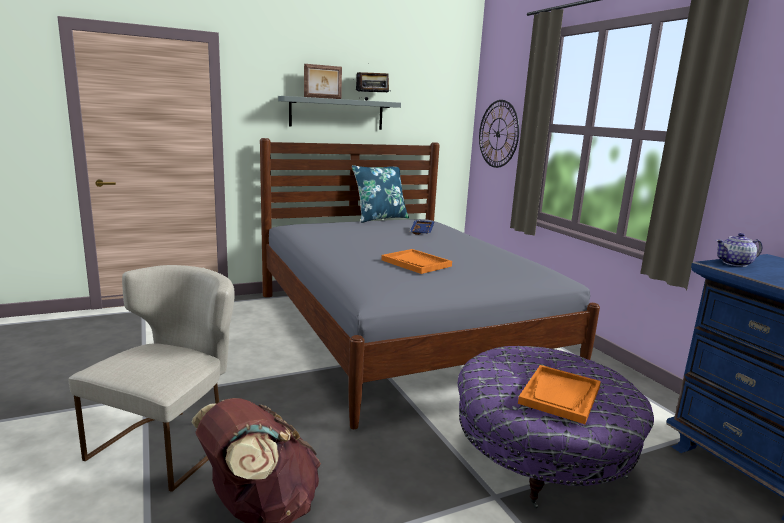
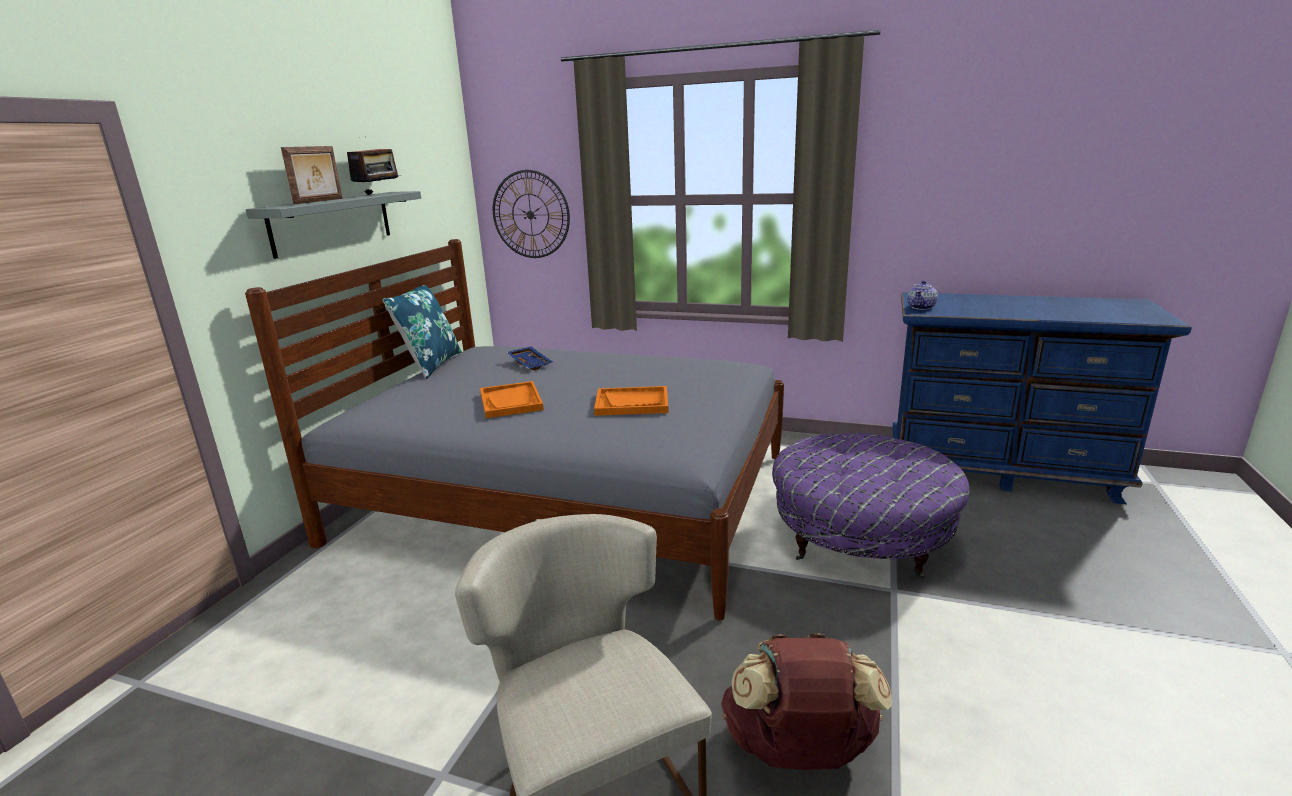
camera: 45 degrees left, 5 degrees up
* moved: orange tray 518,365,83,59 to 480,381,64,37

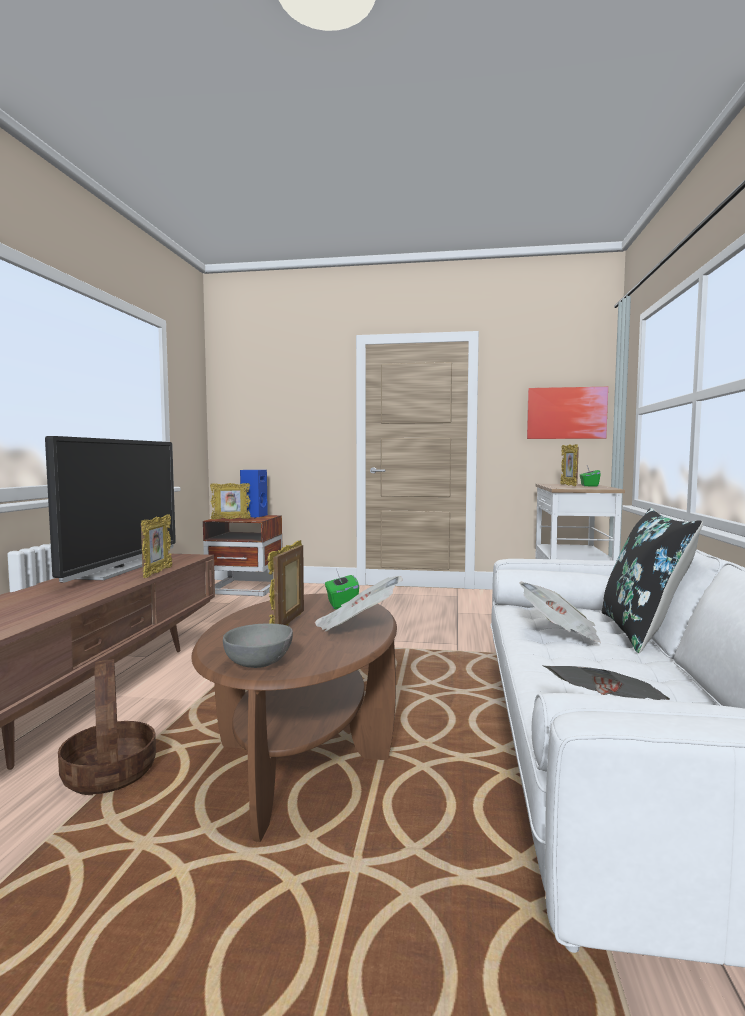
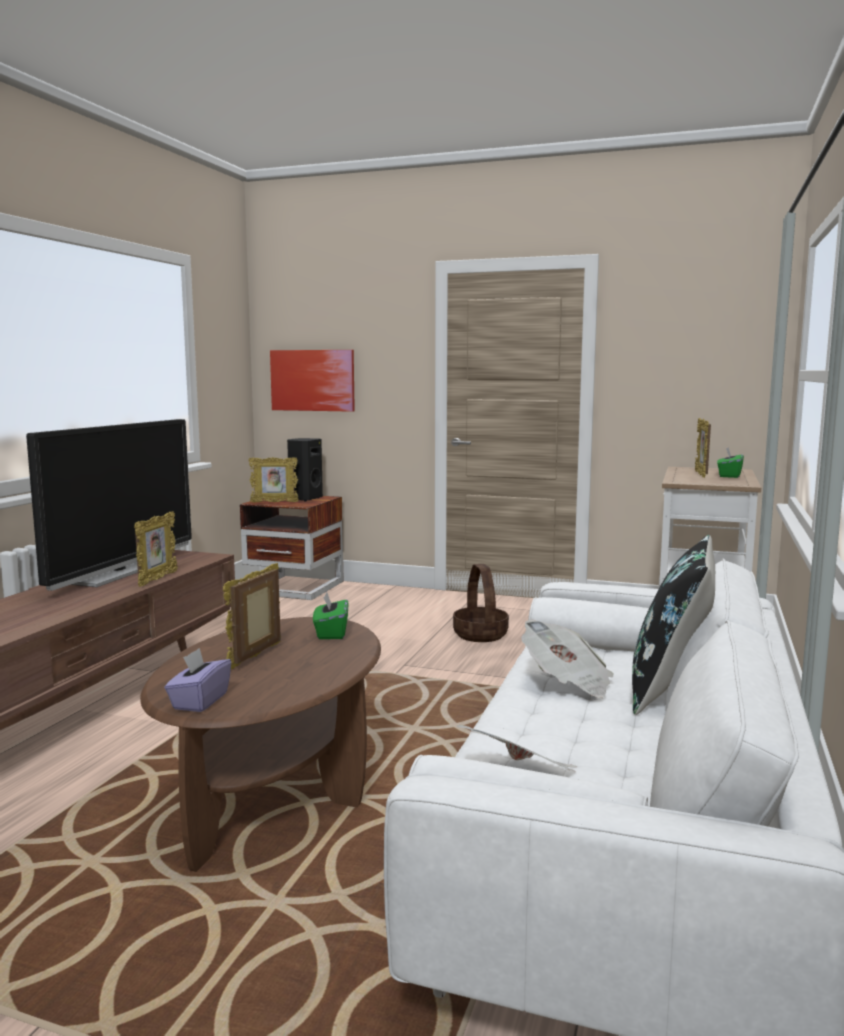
camera: 10 degrees right, 5 degrees up
* replaced: grey bowl 223,623,70,45 to purple tissue box 165,648,66,64
* moved: picture 527,387,81,52 to 270,350,85,62
* recoloured: blue speaker 240,470,28,48 to black speaker 287,438,36,64
* moved: basket 58,659,98,136 to 453,564,56,78
* removed: newspaper 315,576,88,55

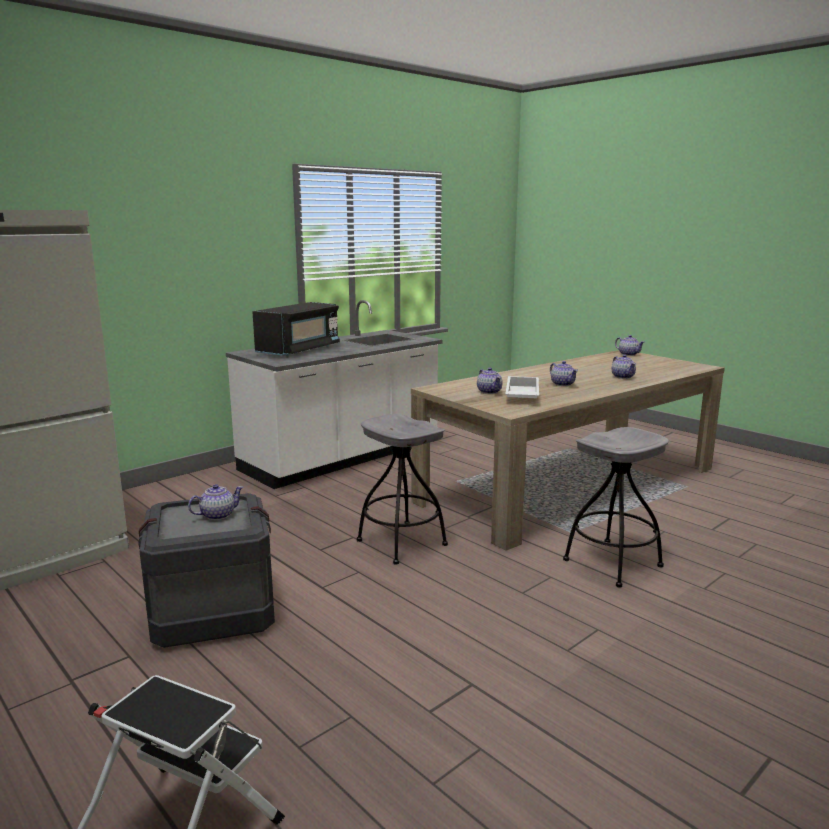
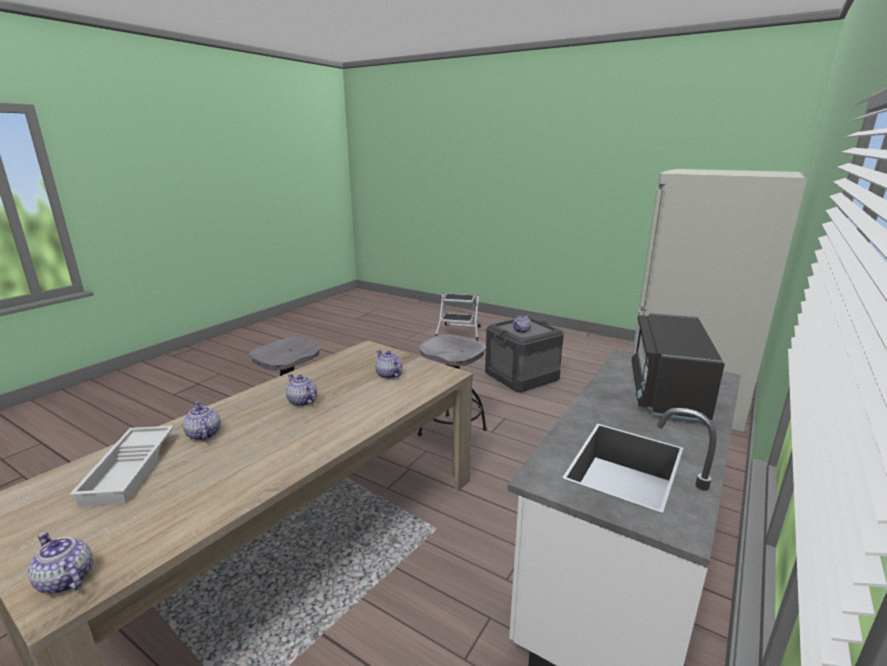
camera: 165 degrees right, 5 degrees up
* moved: white tray 505,376,34,22 to 69,426,105,80

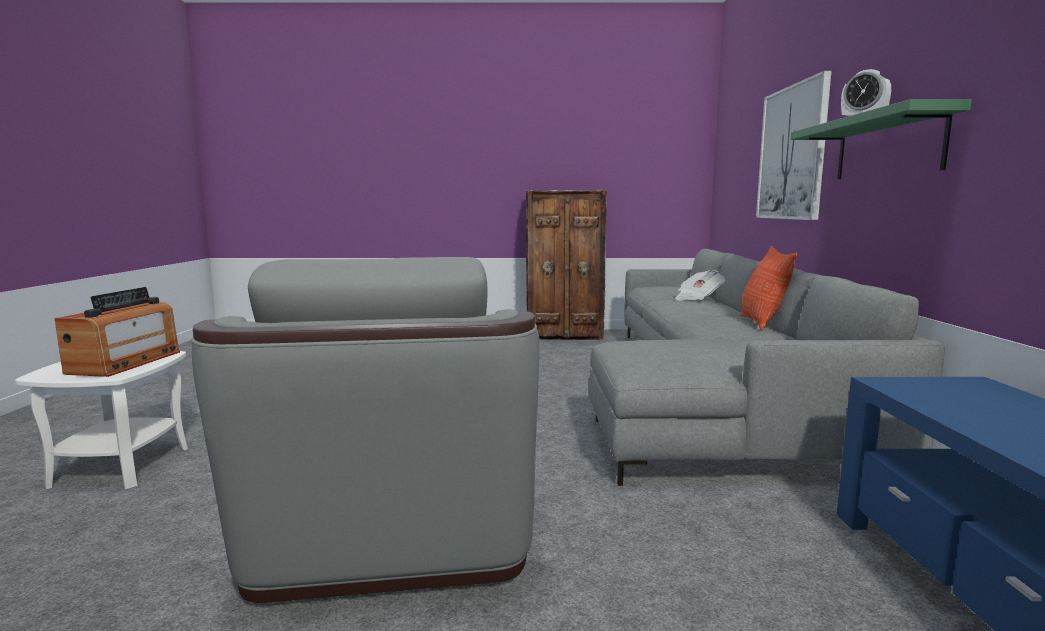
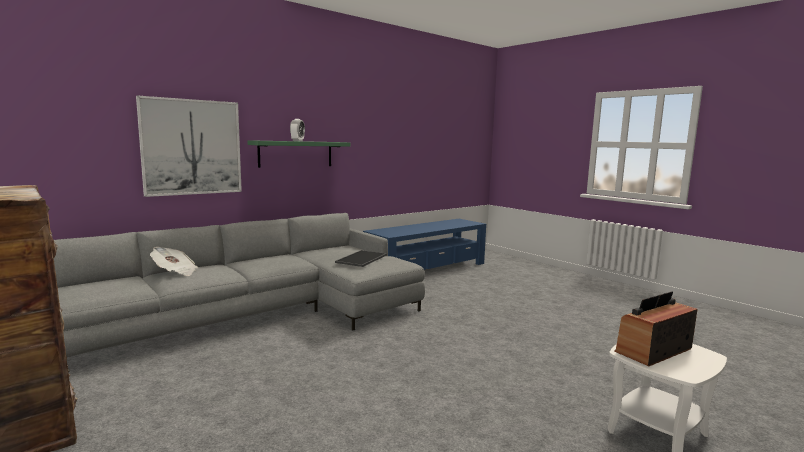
camera: 130 degrees left, 0 degrees up
* added: tray 335,250,52,17
* removed: grey armchair 191,257,349,346
* removed: orange pillow 740,246,57,84

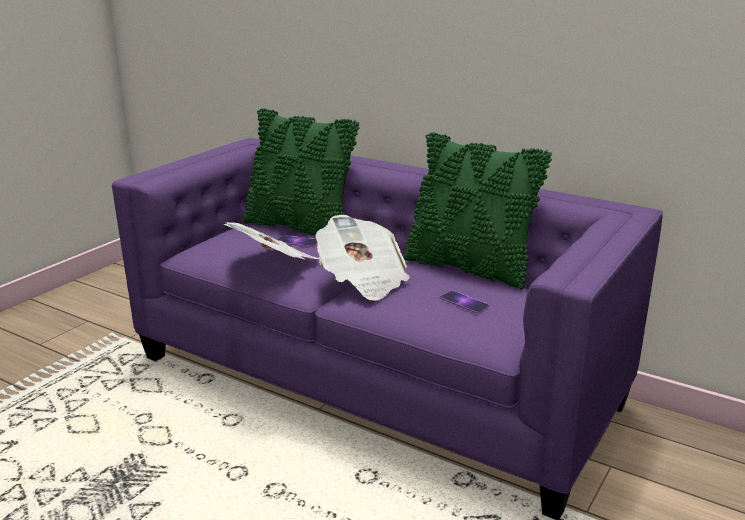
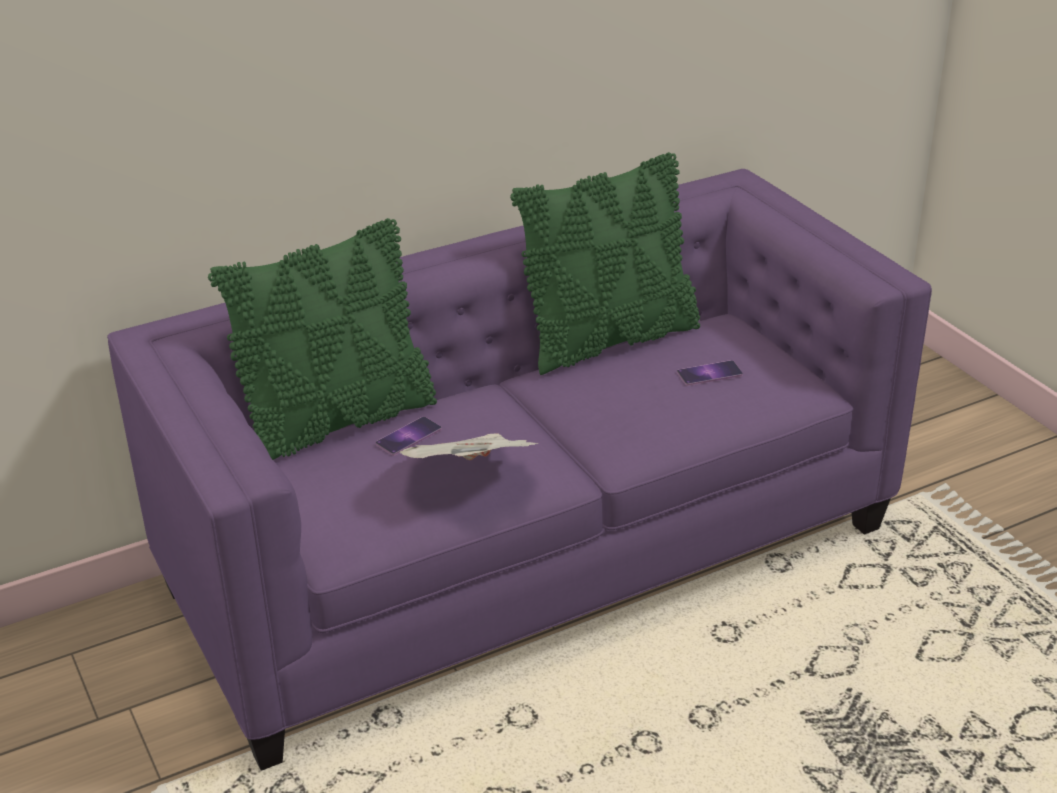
camera: 60 degrees left, 10 degrees up
* removed: newspaper 315,215,95,86

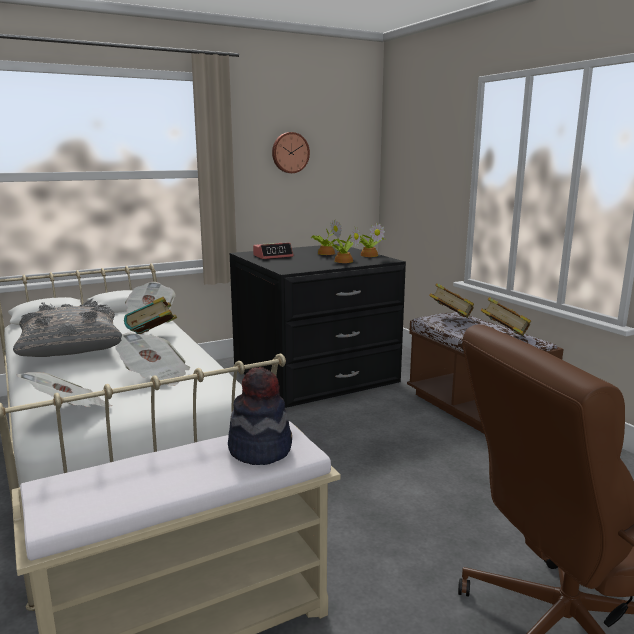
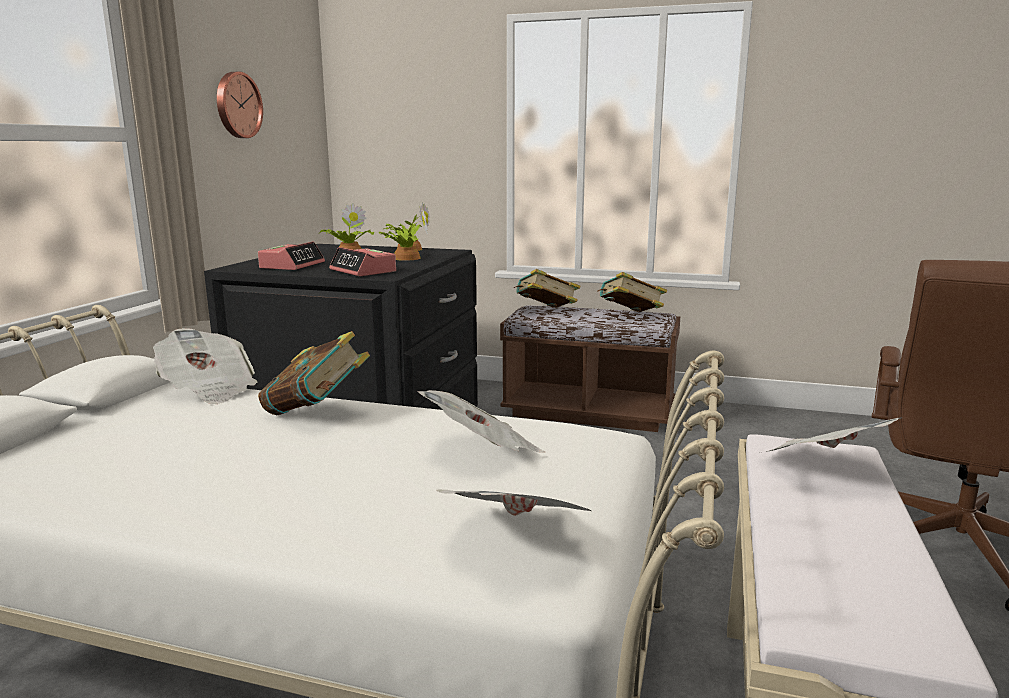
camera: 45 degrees left, 0 degrees up
* added: alarm clock 329,247,67,29
* replaced: hat 228,367,64,98 to newspaper 761,417,142,36
* removed: grey pillow 13,298,109,59

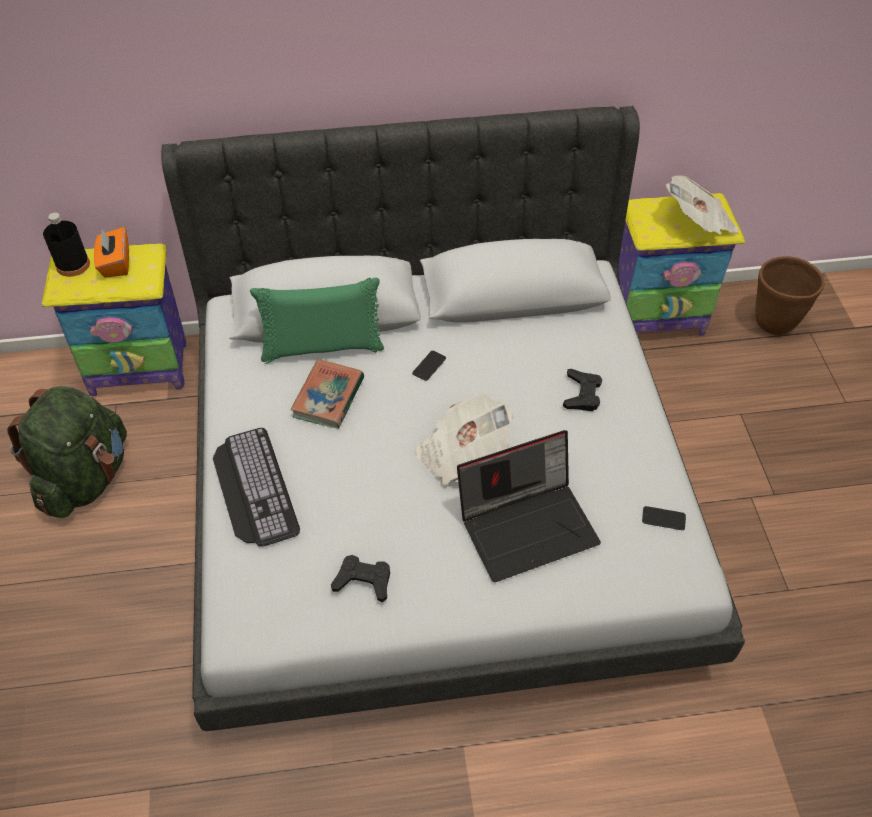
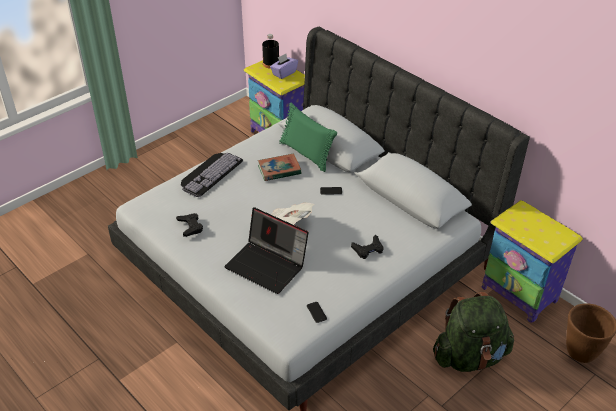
camera: 55 degrees right, 10 degrees down
* recoloured: orange tissue box 94,227,35,51 to purple tissue box 270,54,28,25
* moved: green backpack 8,386,119,132 to 433,292,81,80
* removed: newspaper 666,175,73,60

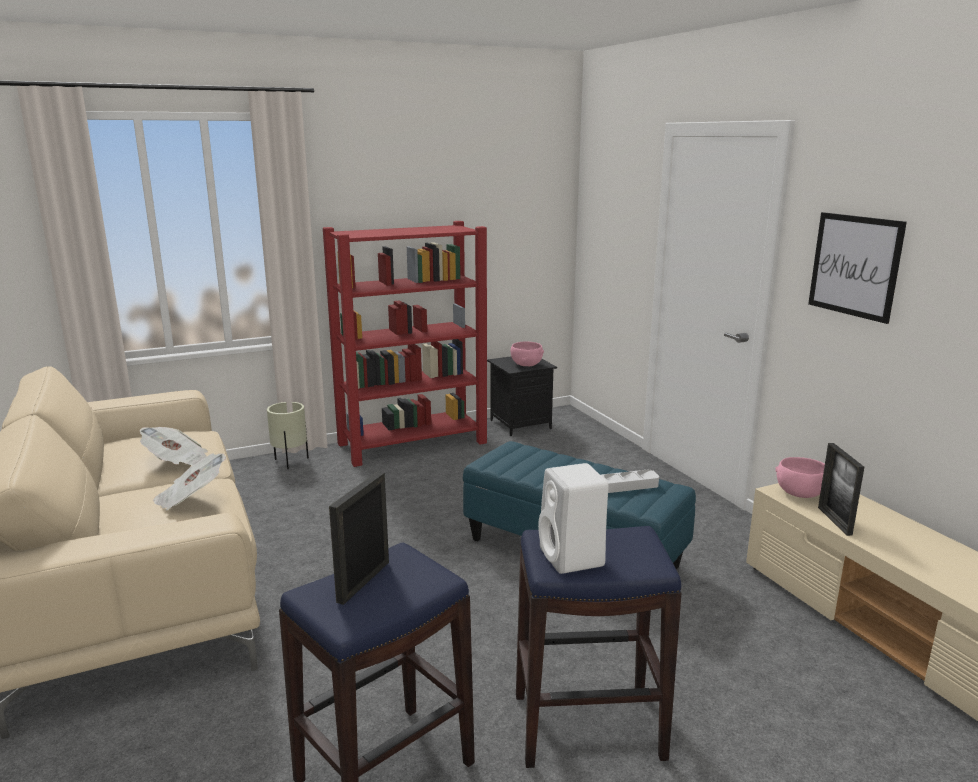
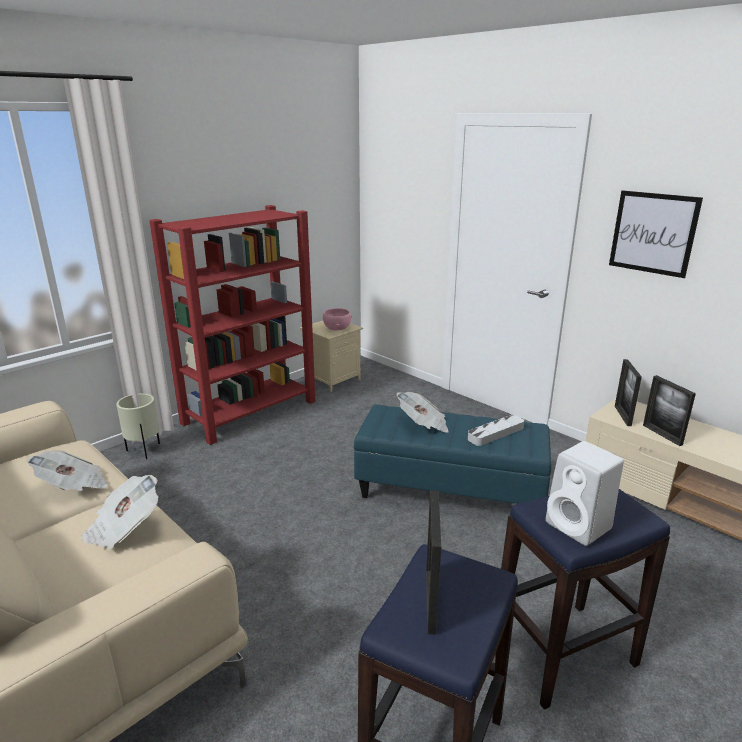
camera: 20 degrees left, 5 degrees up
* recoloured: black nightstand 487,356,70,80 to beige nightstand 299,321,64,71
* added: newspaper 397,392,51,41
* replaced: pink bowl 775,457,50,41 to picture frame 615,359,27,67

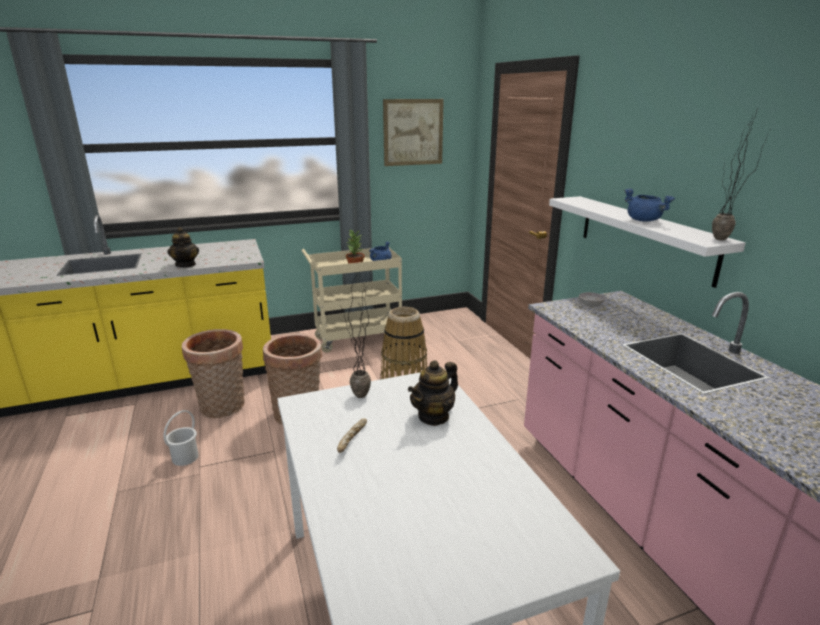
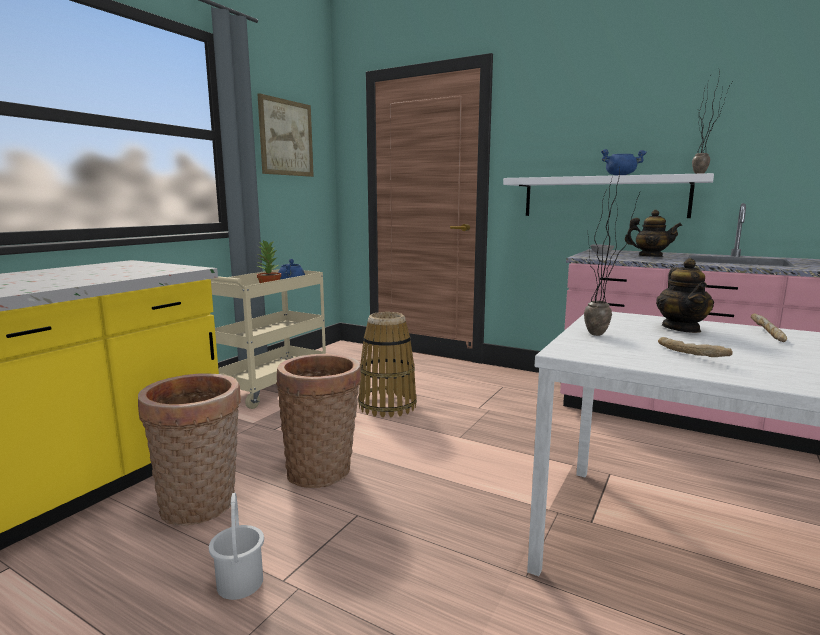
camera: 40 degrees left, 10 degrees down
* moved: teapot 167,227,32,40 to 625,210,57,47
* added: bread 751,313,36,29

